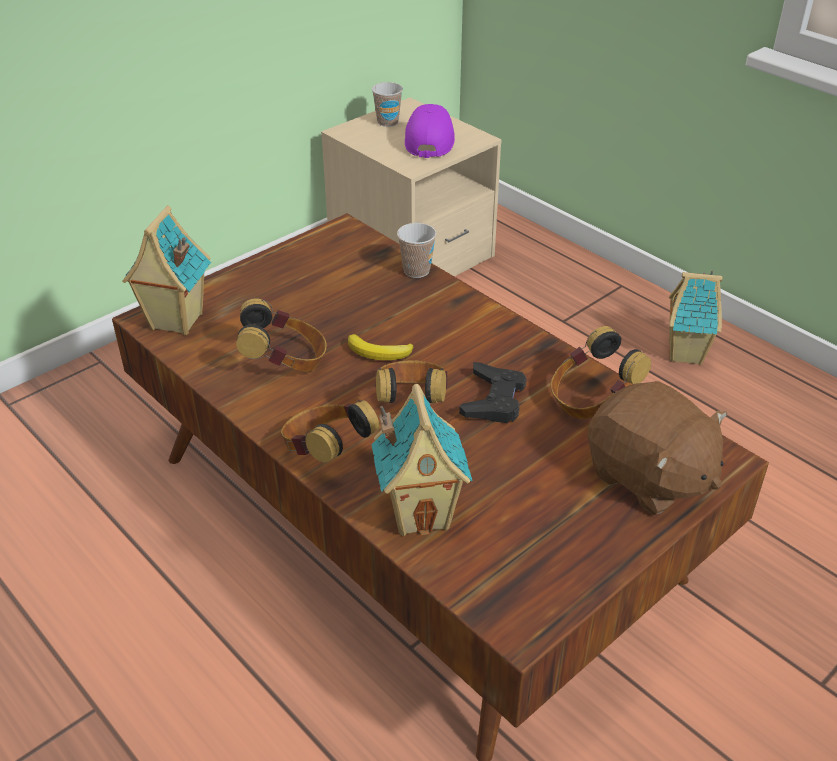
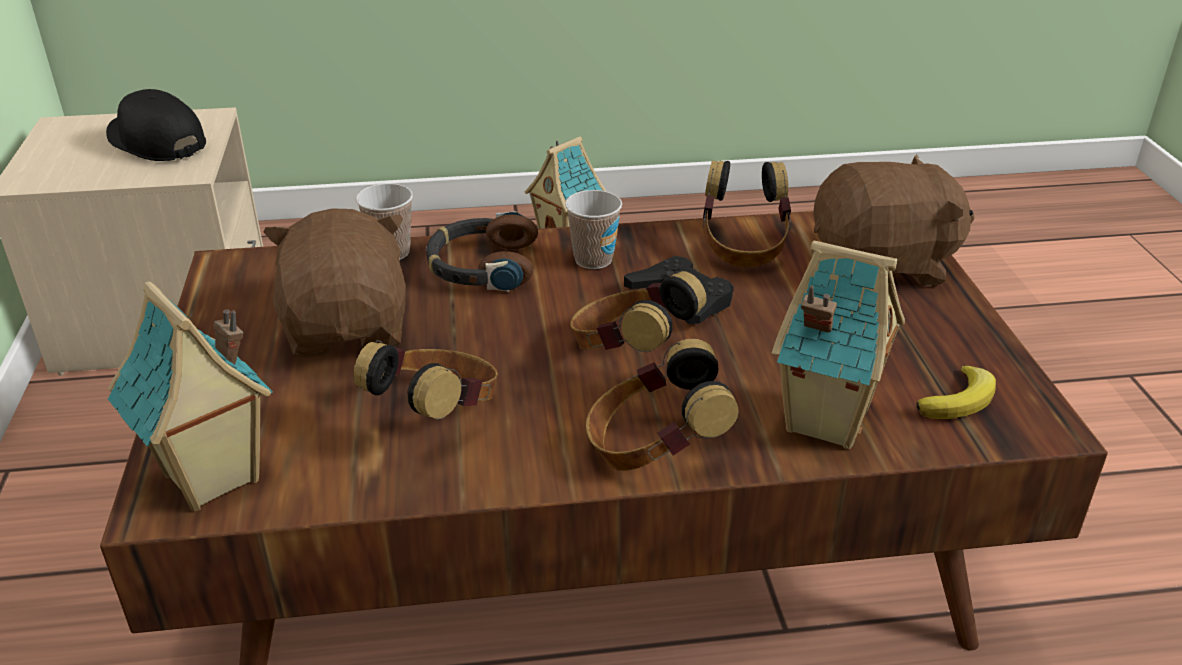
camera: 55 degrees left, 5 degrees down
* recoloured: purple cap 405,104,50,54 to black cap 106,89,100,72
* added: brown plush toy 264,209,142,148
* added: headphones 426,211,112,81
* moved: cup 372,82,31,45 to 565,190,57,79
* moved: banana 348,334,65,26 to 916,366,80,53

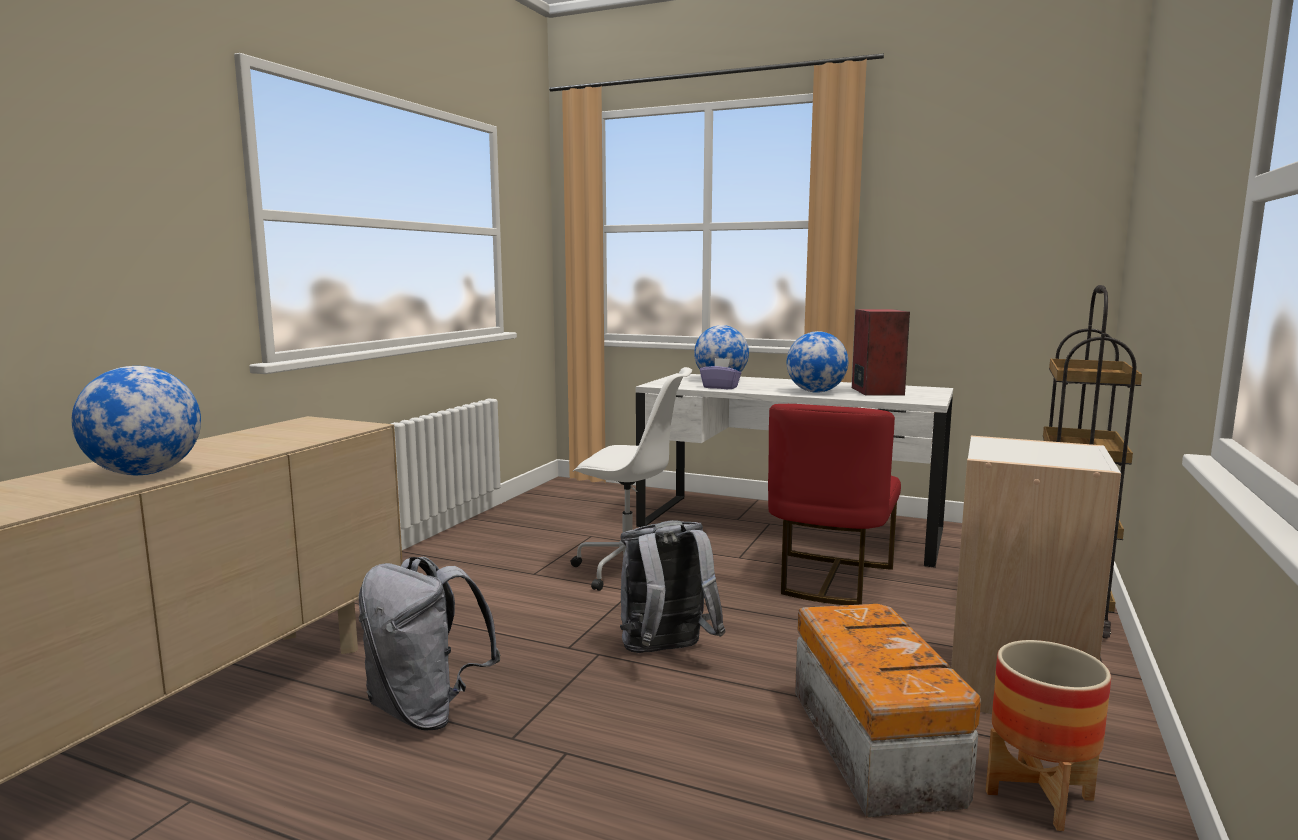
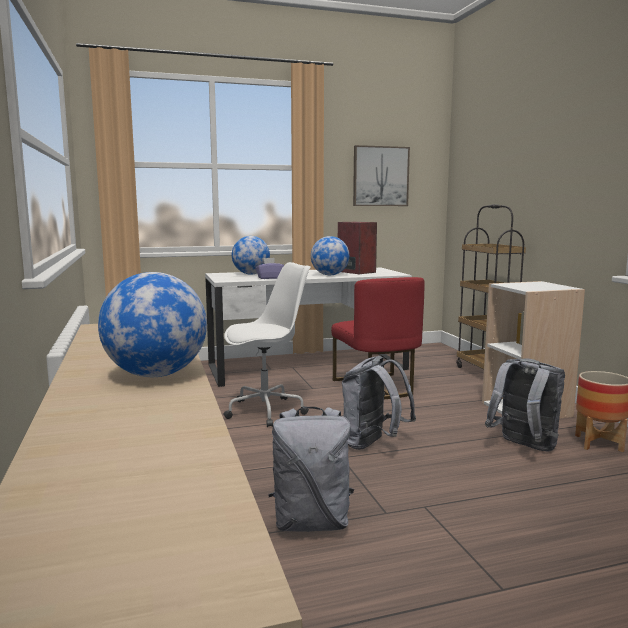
camera: 40 degrees left, 0 degrees up
* added: picture 353,145,57,61
* replaced: storage box 795,604,186,213 to grey backpack 485,358,80,93

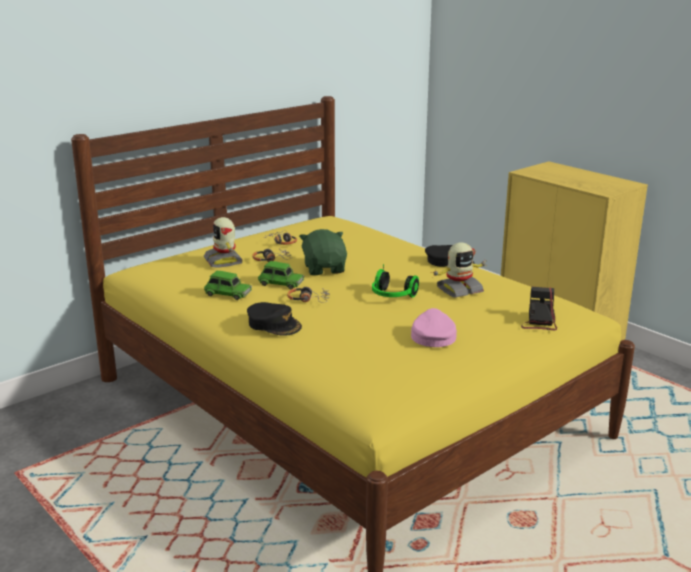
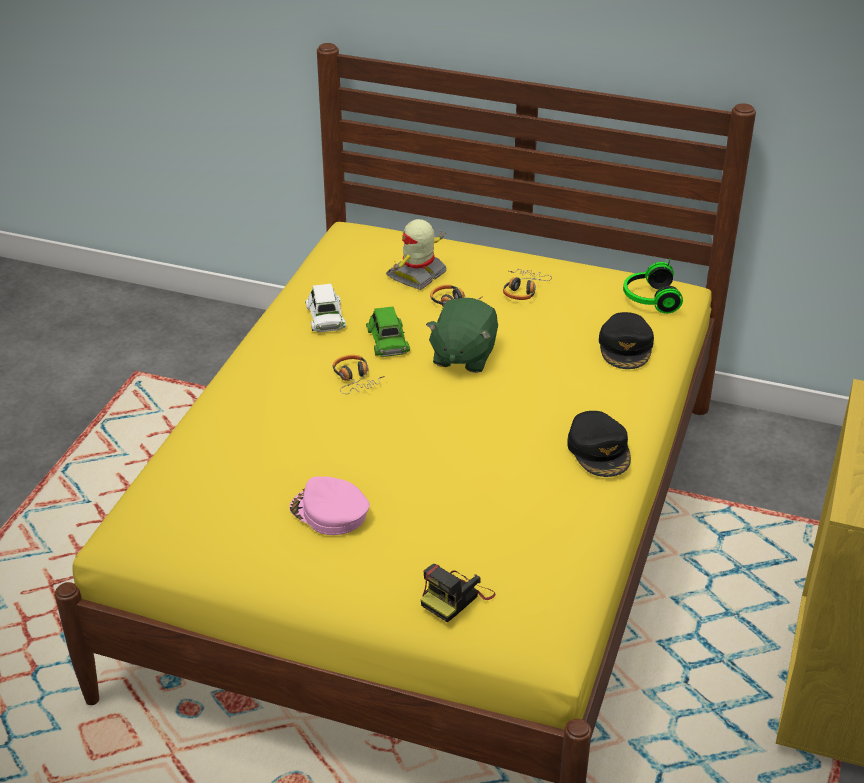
camera: 60 degrees right, 15 degrees up
* turned: pink cap 411,308,46,39 = 289,477,81,58 120 degrees counterclockwise
* recoloured: green toy car 204,271,48,29 to white toy car 305,284,41,48
* turned: photo camera 521,287,36,43 = 420,564,75,58 150 degrees clockwise
* turned: green plush toy 299,229,48,46 = 426,298,72,75 150 degrees clockwise
* moved: black cap 247,302,55,34 to 599,312,55,57
* moved: headphones 372,264,47,34 to 623,259,60,55
* removed: toy robot 432,242,56,56

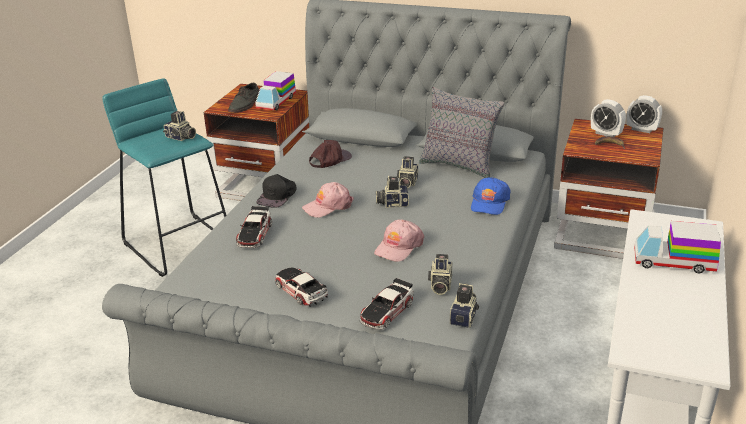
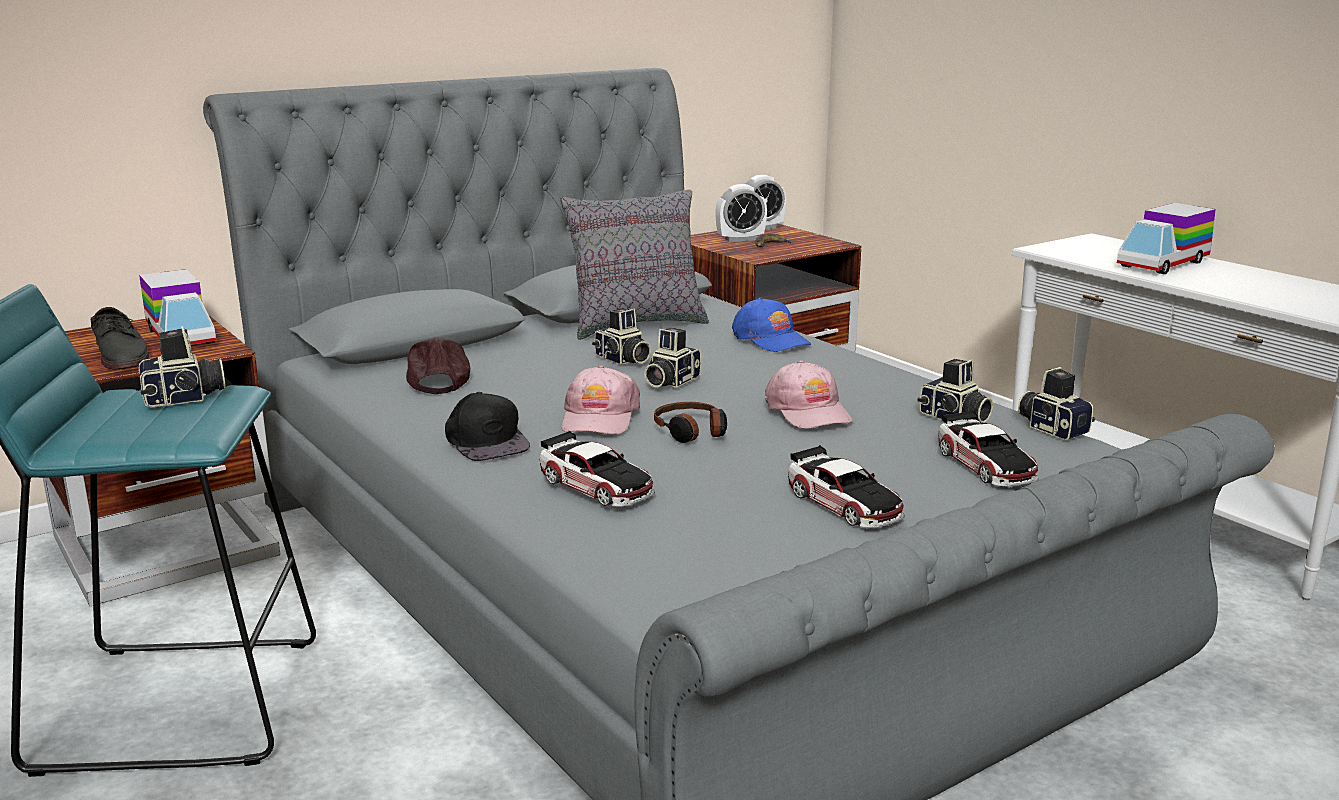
camera: 55 degrees left, 10 degrees down
* added: headphones 654,402,73,41
* turned: toy car 275,268,53,38 = 788,445,117,84 120 degrees counterclockwise

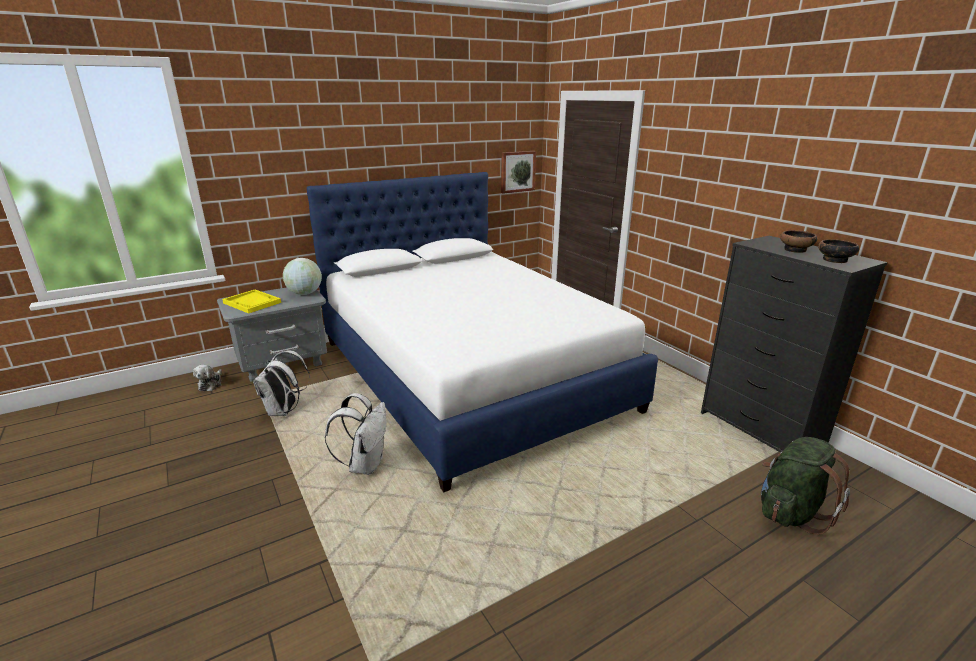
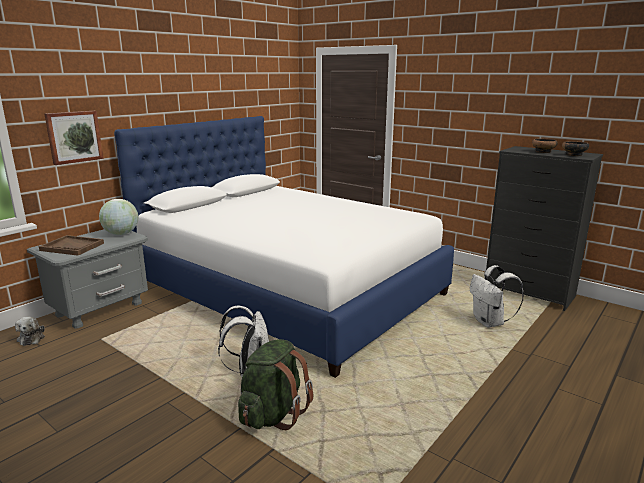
camera: 20 degrees left, 5 degrees down
* recoloured: yellow tray 222,290,59,23 to brown tray 39,235,65,21
* moved: picture 501,151,35,43 to 44,111,59,54
* moved: green backpack 761,437,89,98 to 238,339,75,91
* moved: white backpack 253,350,57,66 to 470,265,54,63

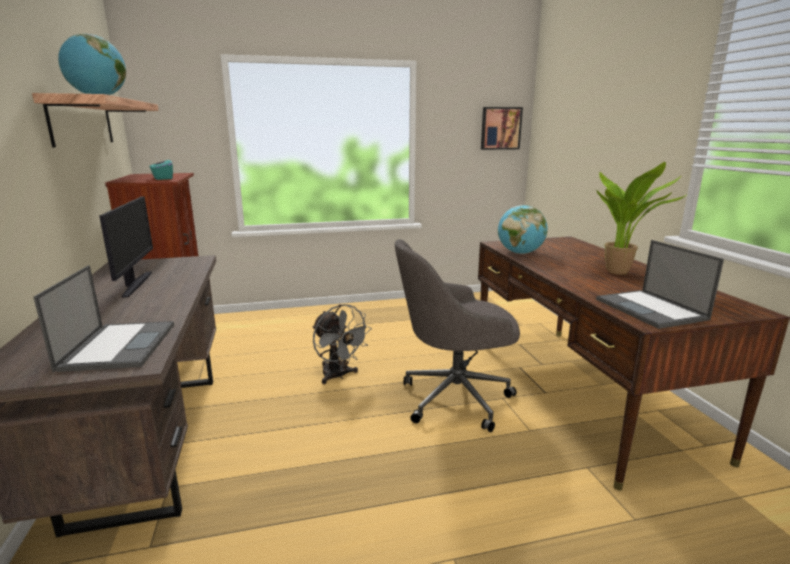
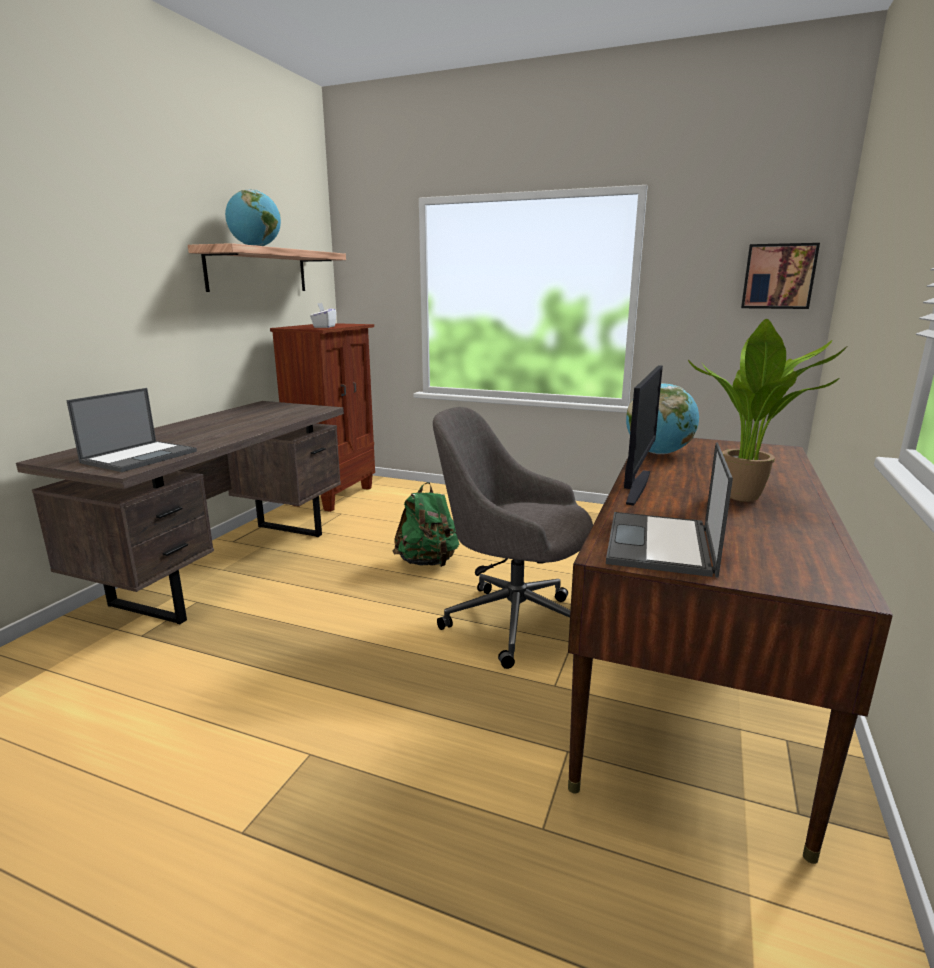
camera: 35 degrees right, 0 degrees up
* recoloured: turquoise tissue box 149,159,24,21 to white tissue box 310,303,26,25
* replaced: grey fan 312,304,60,80 to green backpack 392,482,67,85
* moved: monitor 99,196,54,102 to 624,365,39,141

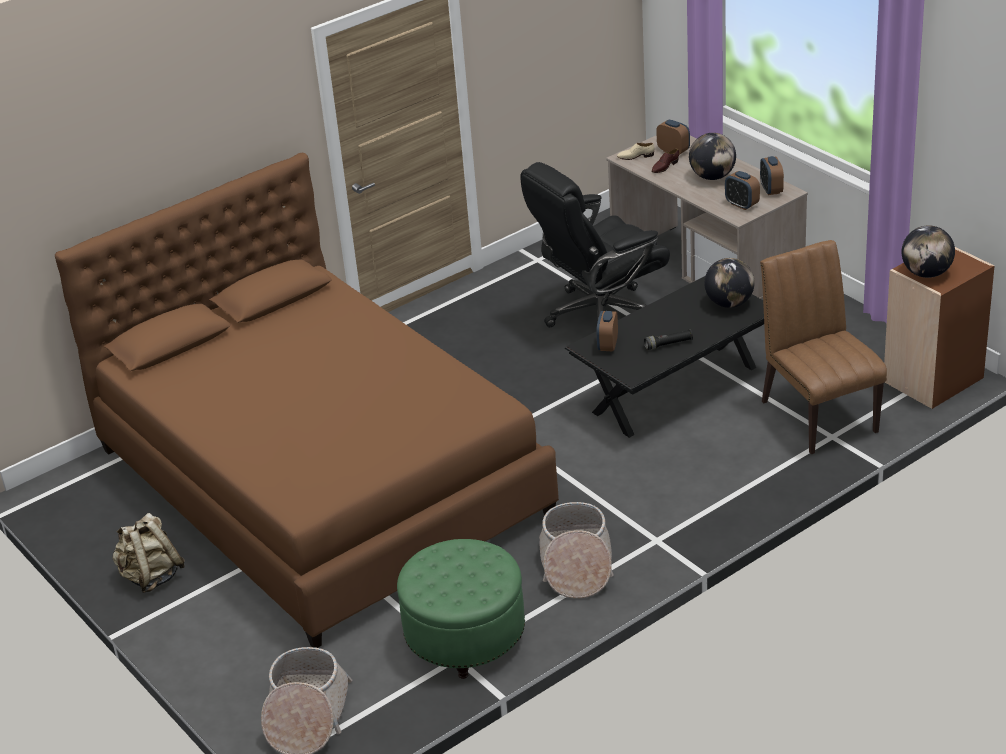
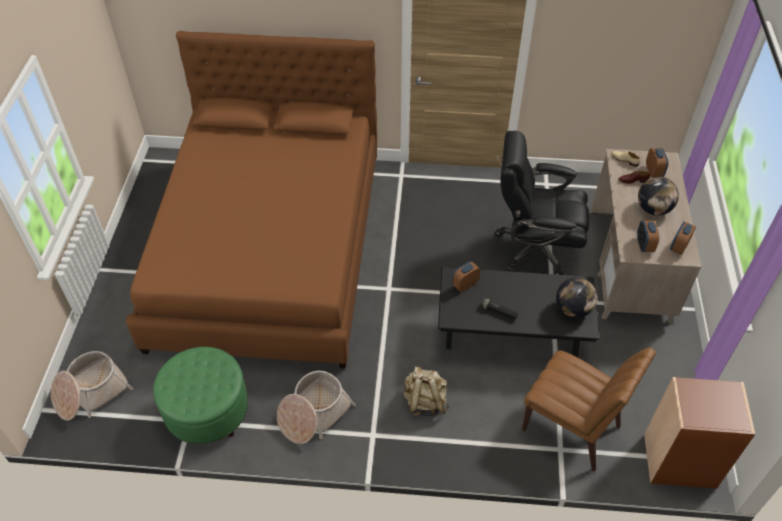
camera: 40 degrees right, 15 degrees up
* moved: beige backpack 112,513,73,80 to 404,365,45,51
* turned: brown chair 760,240,127,214 = 522,347,134,125 105 degrees clockwise
* removed: globe 902,225,53,53

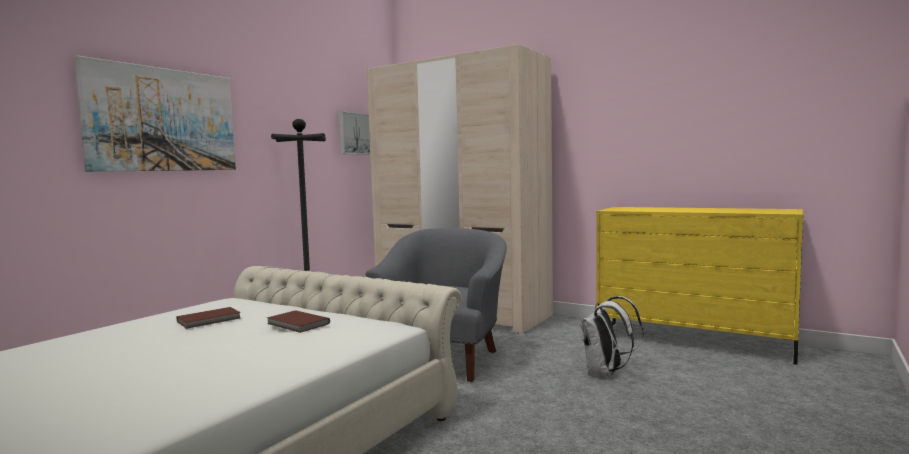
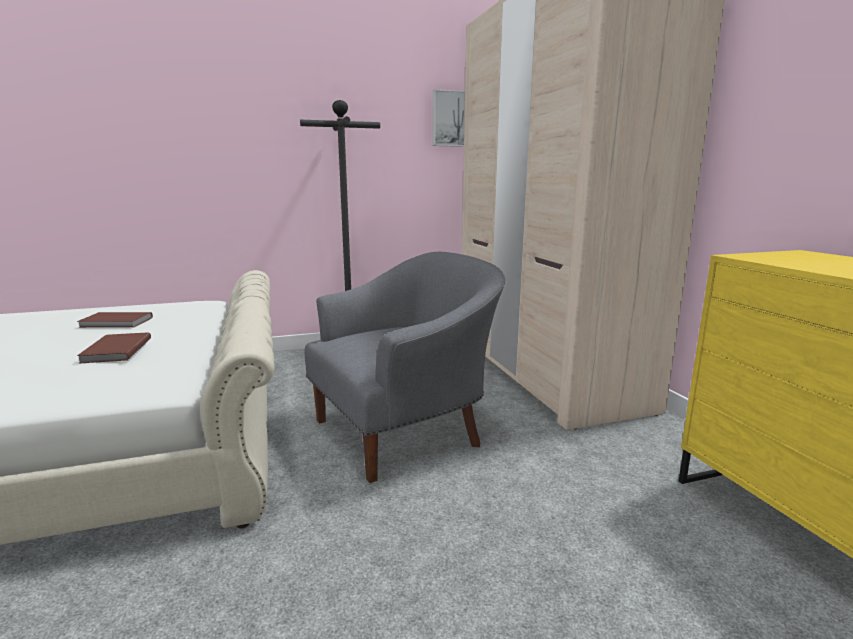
camera: 40 degrees right, 10 degrees up
* removed: picture 74,56,162,116
* removed: white backpack 581,296,62,80

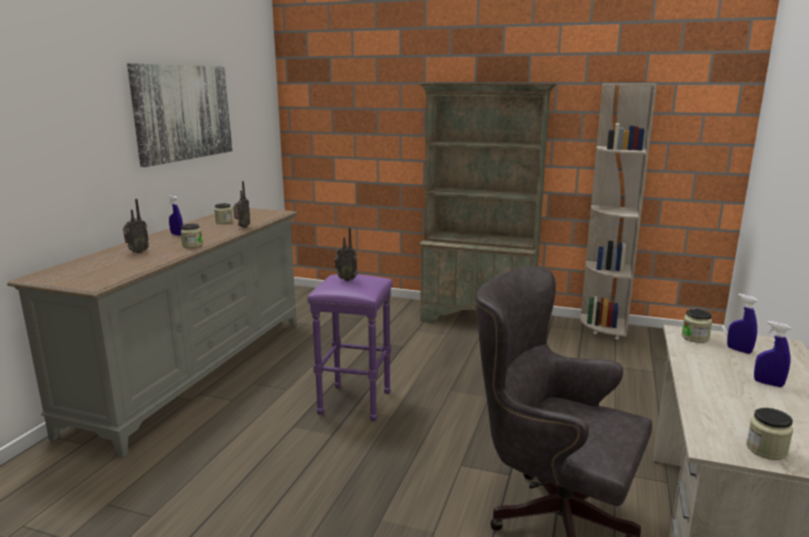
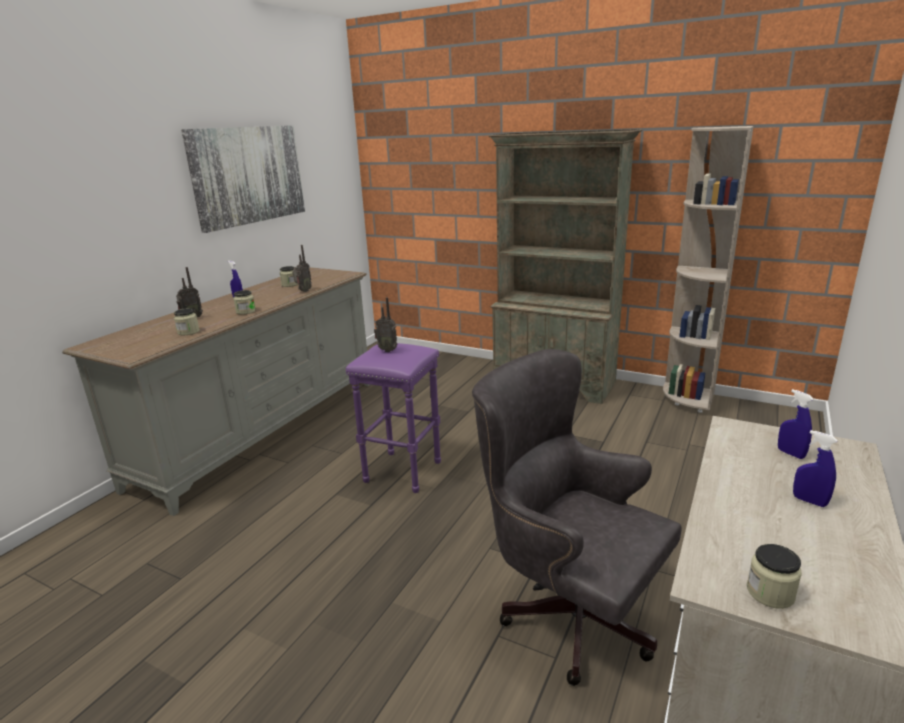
camera: 10 degrees right, 5 degrees up
* moved: jar 682,309,30,34 to 174,308,26,27

